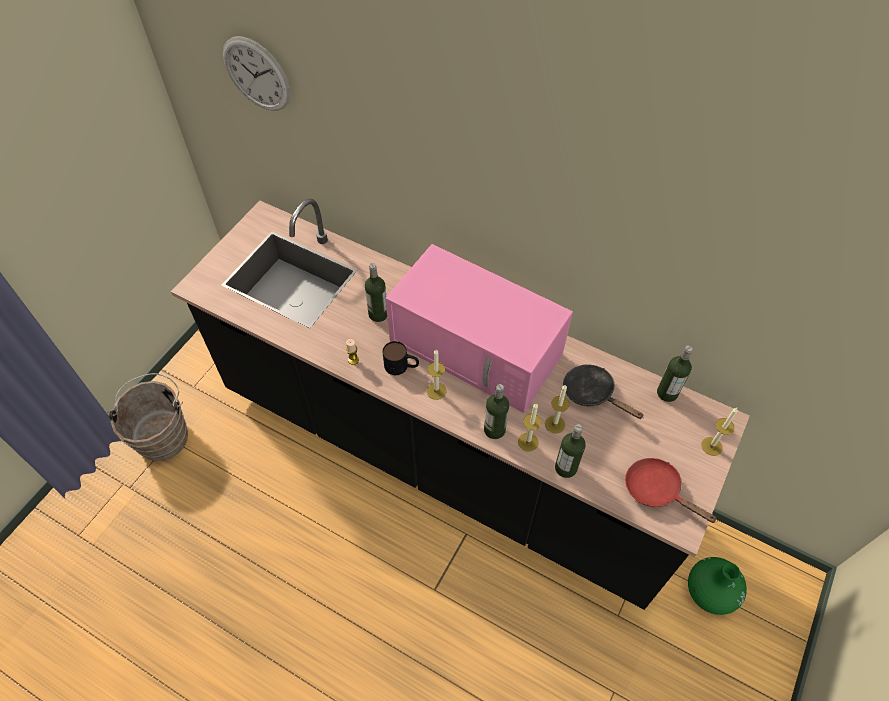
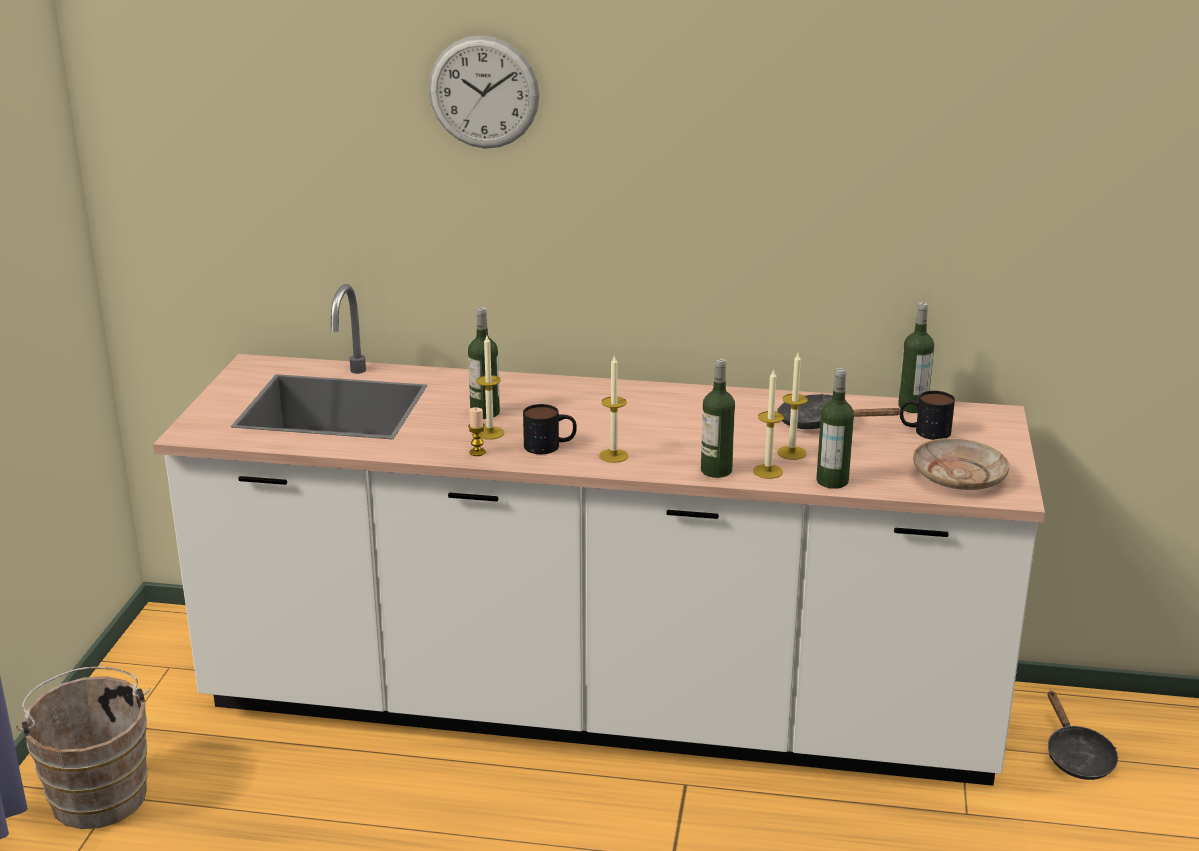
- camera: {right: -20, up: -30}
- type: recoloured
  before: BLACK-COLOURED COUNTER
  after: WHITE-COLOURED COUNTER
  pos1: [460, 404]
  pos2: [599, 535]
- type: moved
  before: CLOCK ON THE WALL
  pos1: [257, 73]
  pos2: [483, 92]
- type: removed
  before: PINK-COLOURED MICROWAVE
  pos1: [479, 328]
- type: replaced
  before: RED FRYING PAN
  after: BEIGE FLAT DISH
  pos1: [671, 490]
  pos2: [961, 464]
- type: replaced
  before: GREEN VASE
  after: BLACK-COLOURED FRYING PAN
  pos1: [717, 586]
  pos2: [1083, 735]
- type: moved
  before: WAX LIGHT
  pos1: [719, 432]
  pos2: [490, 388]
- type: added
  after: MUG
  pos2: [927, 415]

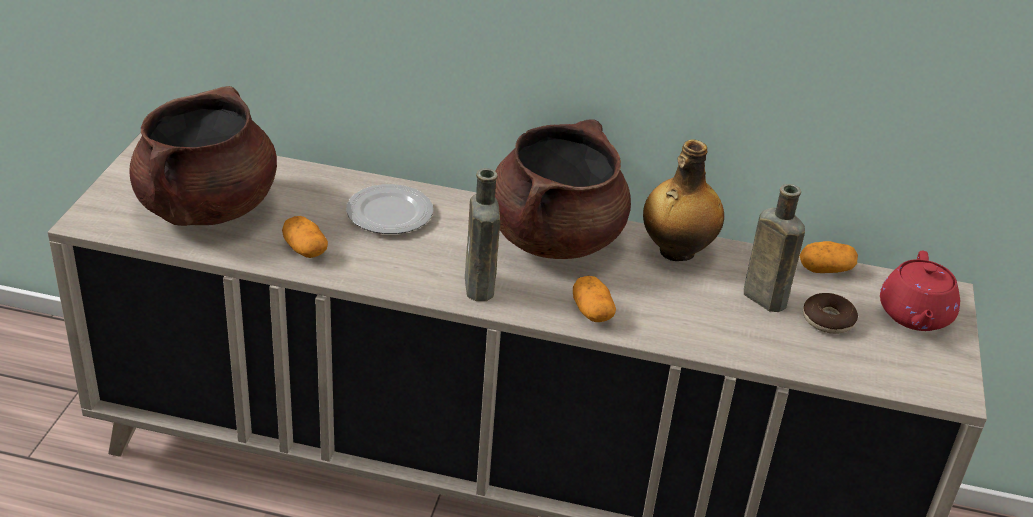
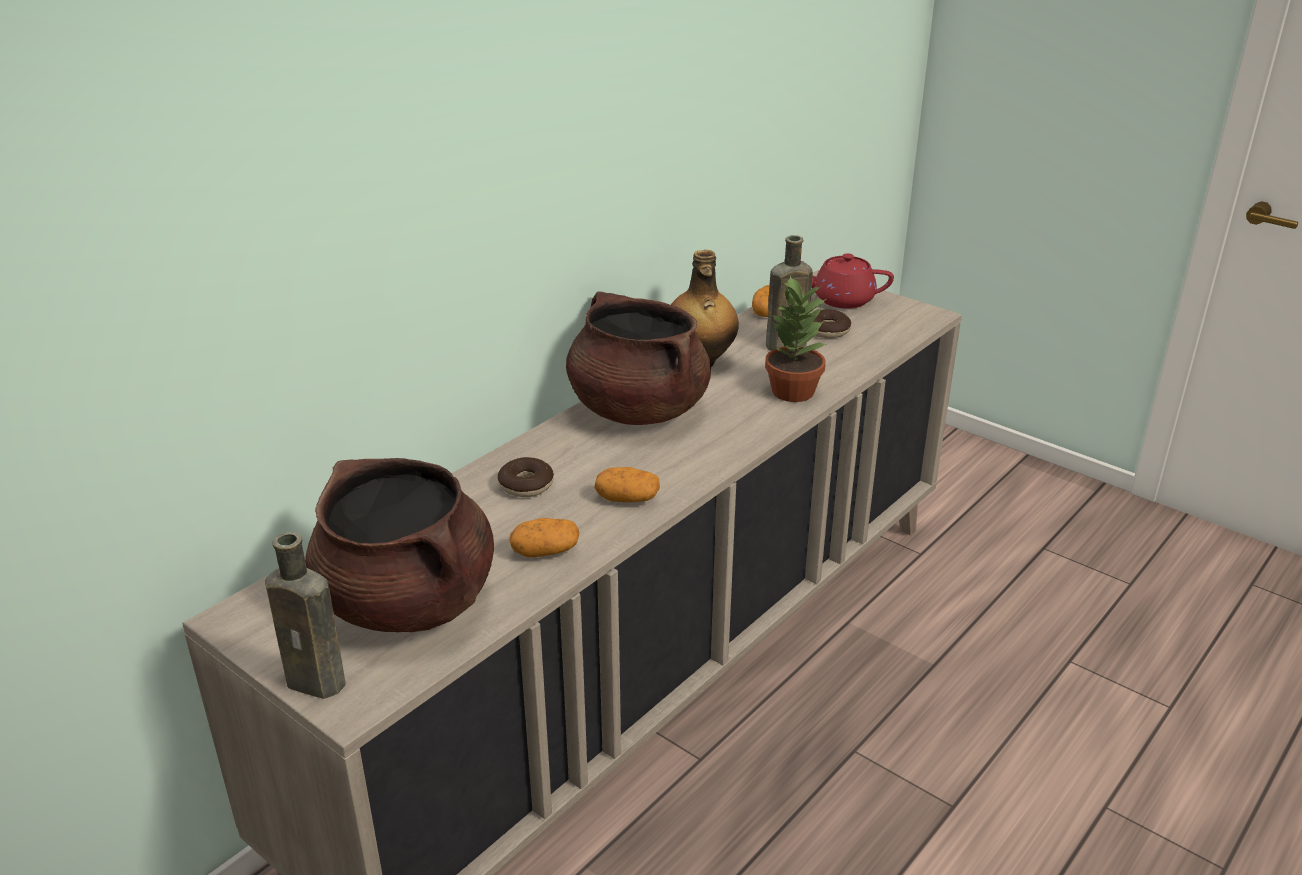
- camera: {right: -60, up: -5}
- type: replaced
  before: FLAT DISH
  after: DOUGHNUT
  pos1: [389, 209]
  pos2: [526, 477]
- type: moved
  before: BROWN BOTTLE
  pos1: [482, 234]
  pos2: [305, 615]
- type: moved
  before: SPUD
  pos1: [594, 299]
  pos2: [627, 484]
- type: turned
  before: RED POT FOR TEA
  pos1: [920, 291]
  pos2: [847, 281]
  turn: 150
- type: added
  after: HOUSEPLANT
  pos2: [796, 339]

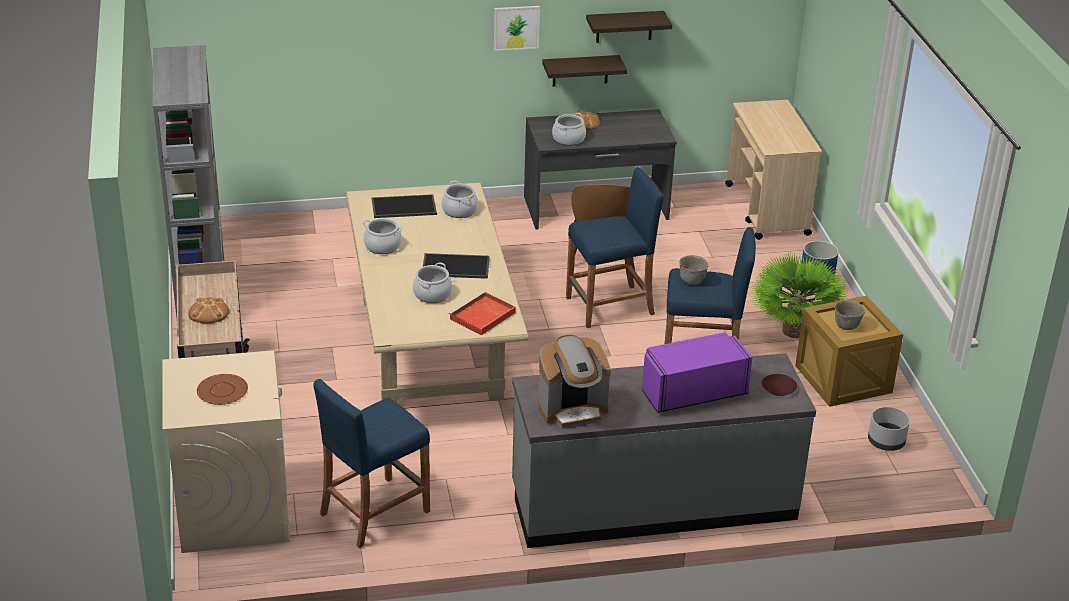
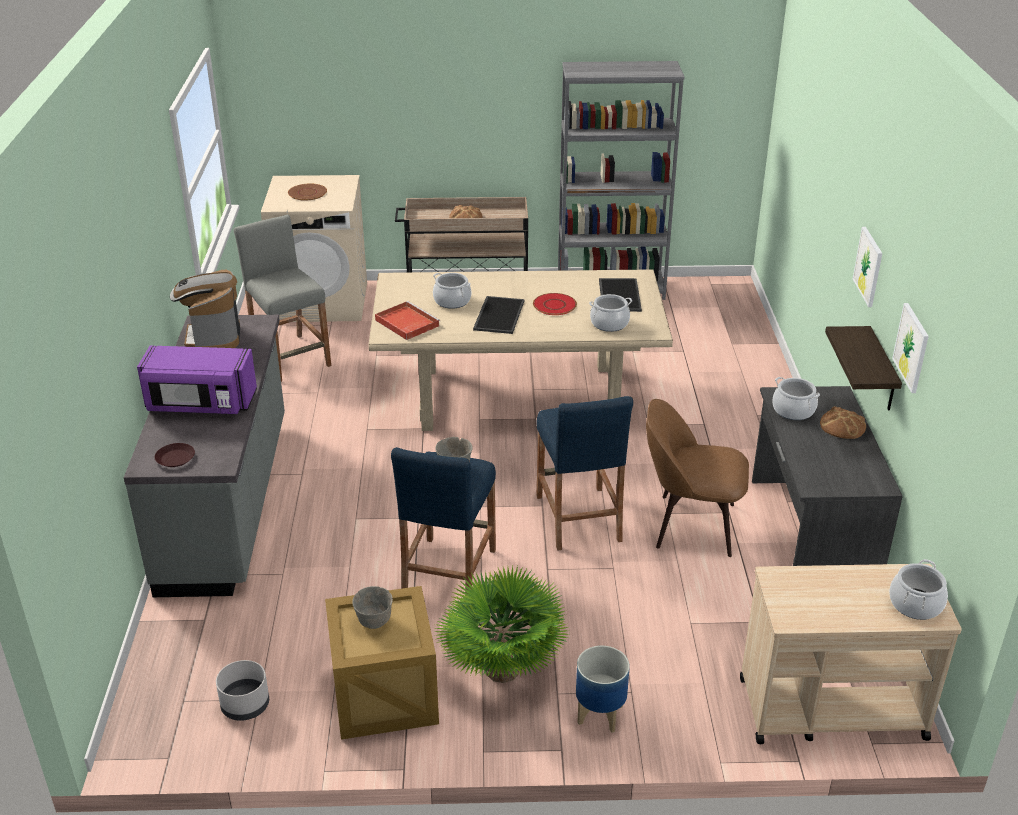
- camera: {right: 100, up: 0}
- type: recoloured
  before: BLUE STOOL
  after: GREYISH STOOL
  pos1: [371, 463]
  pos2: [282, 298]
- type: moved
  before: SAUCEPOT
  pos1: [382, 236]
  pos2: [918, 589]
- type: replaced
  before: SHELF
  after: WALL ART
  pos1: [629, 27]
  pos2: [910, 348]
- type: turned
  before: PURPLISH MICROWAVE
  pos1: [697, 372]
  pos2: [197, 380]
  turn: 105
- type: added
  after: RED FLAT DISH
  pos2: [555, 304]

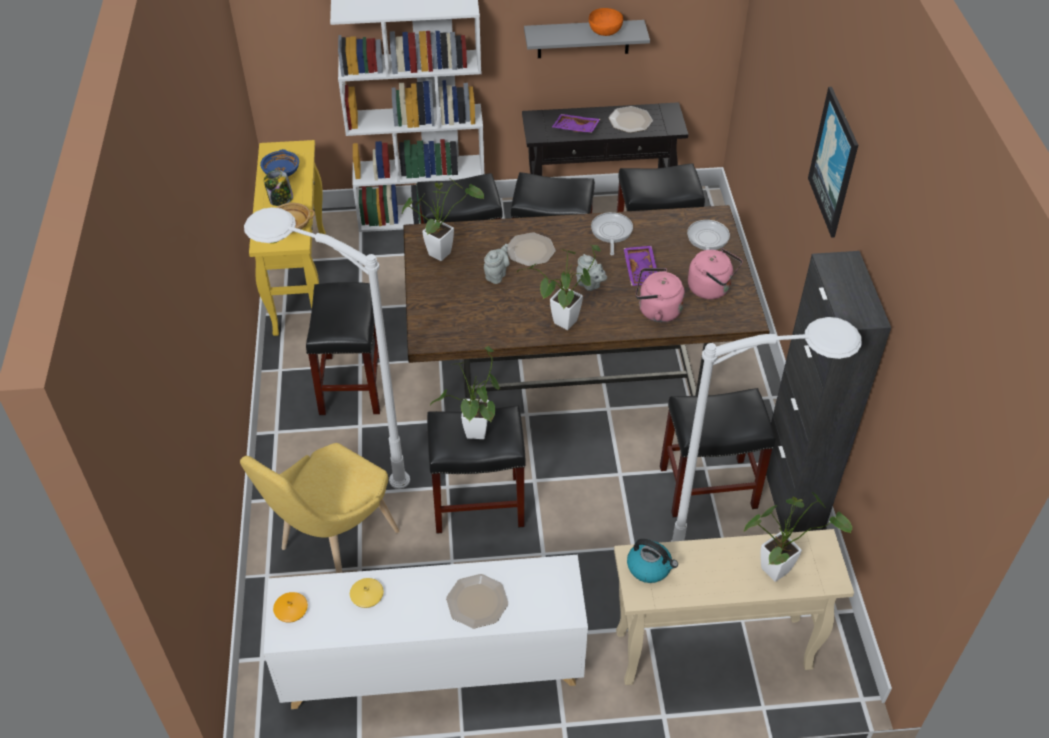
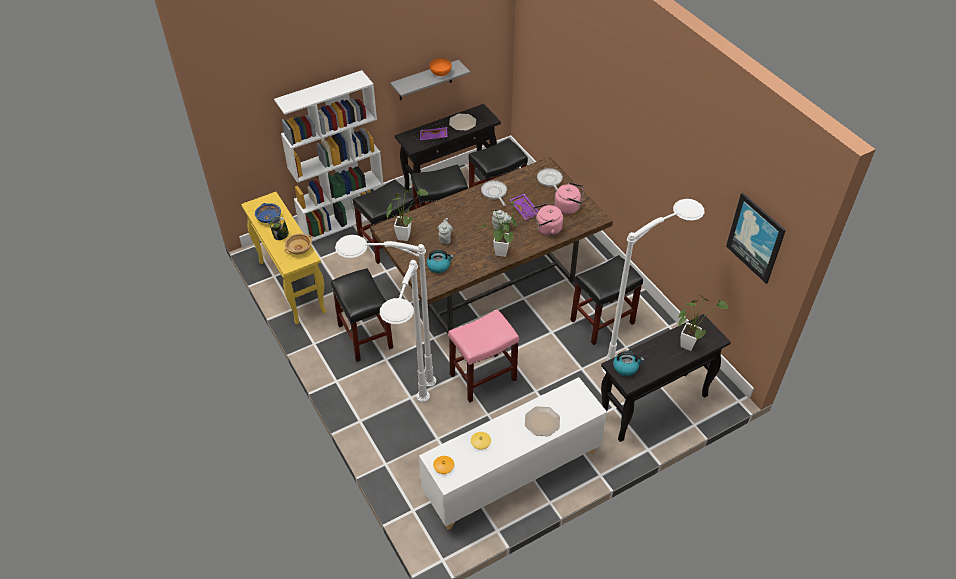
- camera: {right: -25, up: 0}
- type: replaced
  before: YELLOW CHAIR
  after: WHITE-COLOURED STANDARD LAMP
  pos1: [319, 508]
  pos2: [405, 331]
- type: recoloured
  before: BLACK-COLOURED STOOL
  after: PINK-COLOURED STOOL
  pos1: [476, 469]
  pos2: [483, 356]
- type: removed
  before: HOUSEPLANT
  pos1: [465, 392]
- type: removed
  before: FLAT DISH
  pos1: [531, 249]
- type: recoloured
  before: BEIGE NARROW TABLE
  after: BLACK-COLOURED NARROW TABLE
  pos1: [734, 607]
  pos2: [666, 378]
- type: removed
  before: BLACK-COLOURED CUPBOARD
  pos1: [828, 392]
- type: moved
  before: WALL ART
  pos1: [833, 162]
  pos2: [756, 238]
- type: added
  after: KETTLE
  pos2: [440, 261]

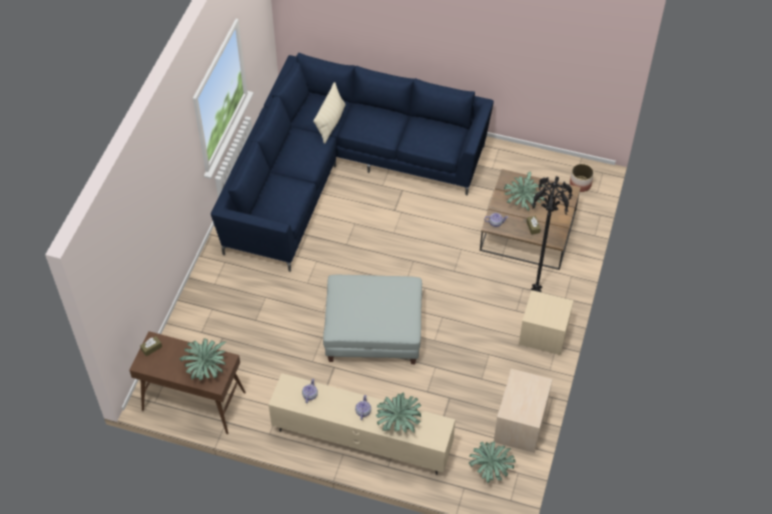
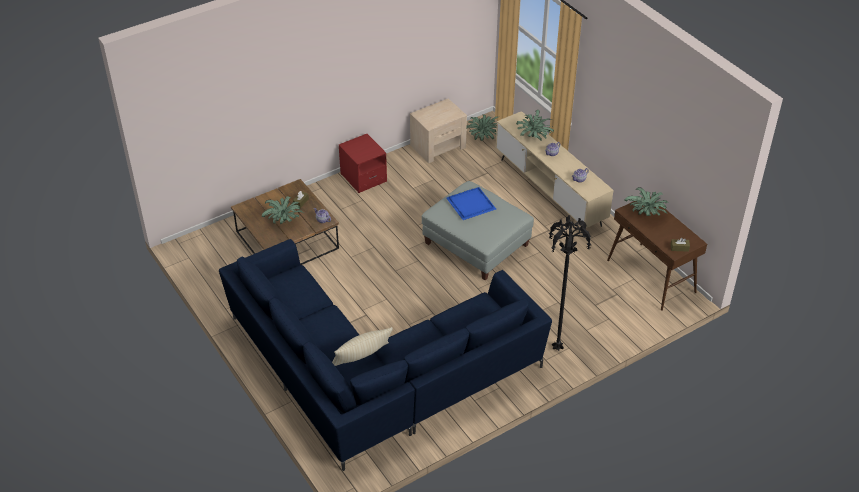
- camera: {right: -140, up: -10}
- type: recoloured
  before: BEIGE NIGHTSTAND
  after: RED NIGHTSTAND
  pos1: [546, 322]
  pos2: [363, 163]
- type: moved
  before: BLACK-COLOURED STANDARD LAMP
  pos1: [552, 234]
  pos2: [570, 283]
- type: removed
  before: PLANTER
  pos1: [582, 178]
- type: added
  after: BLUE SERVING TRAY
  pos2: [471, 203]

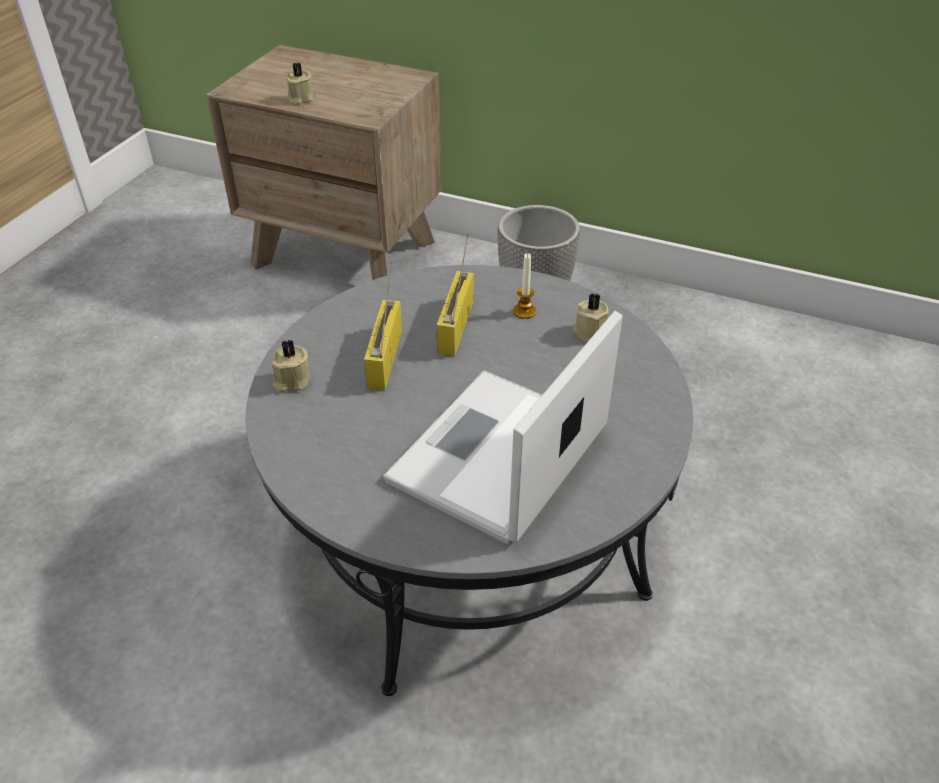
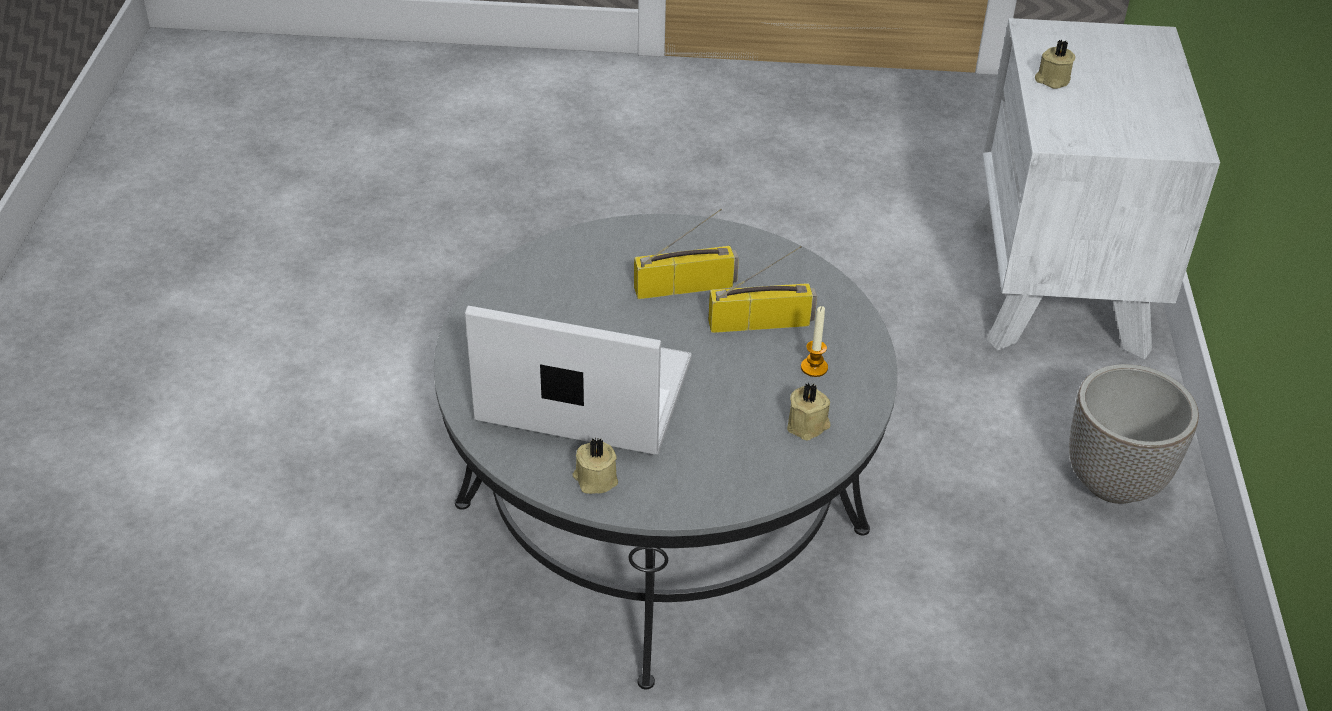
- camera: {right: 70, up: 0}
- type: recoloured
  before: BROWN NIGHTSTAND
  after: WHITE-COLOURED NIGHTSTAND
  pos1: [324, 162]
  pos2: [1096, 188]
- type: moved
  before: BEIGE WAX LIGHT
  pos1: [291, 365]
  pos2: [595, 466]

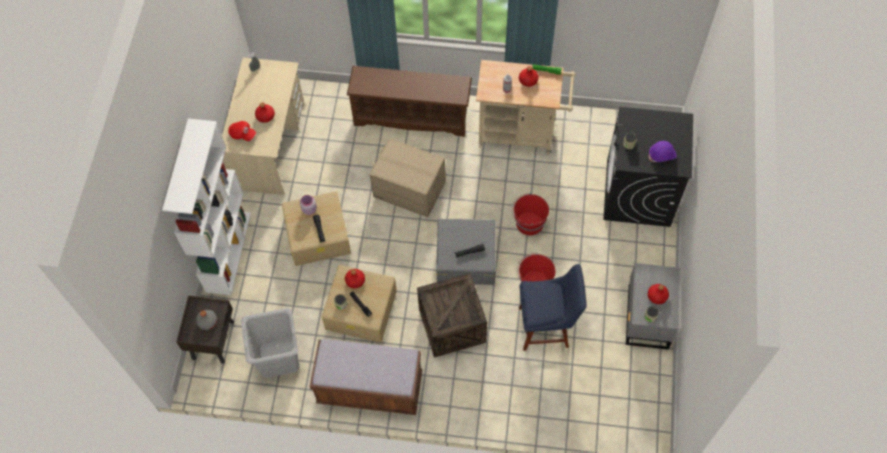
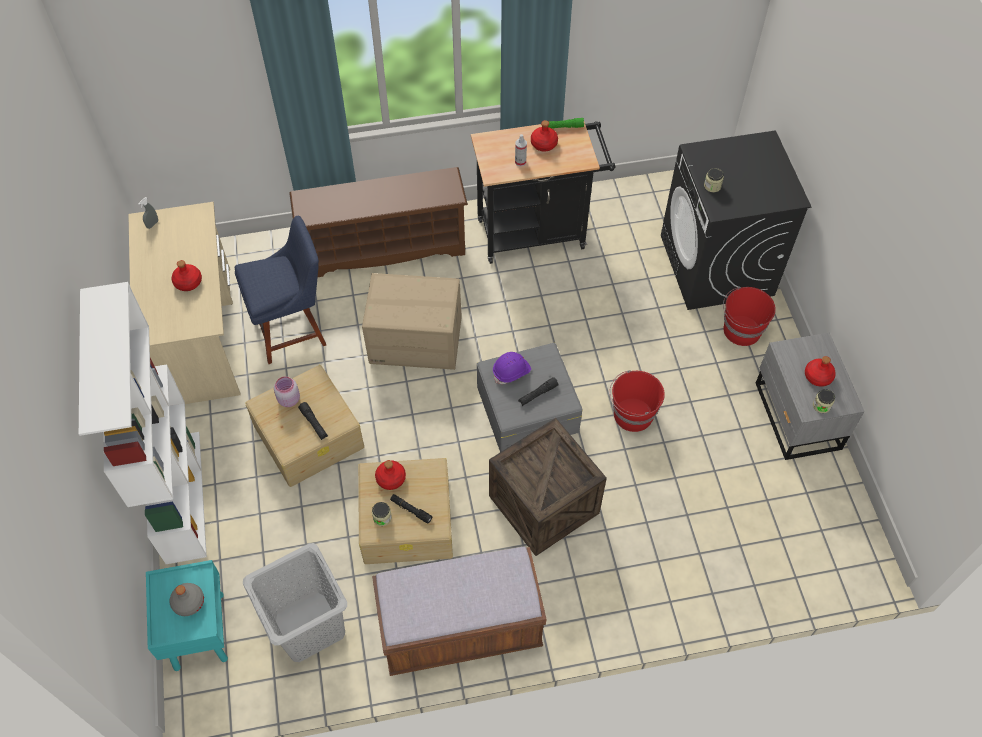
- camera: {right: -20, up: -5}
- type: recoloured
  before: BROWN NIGHTSTAND
  after: TURQUOISE-COLOURED NIGHTSTAND
  pos1: [205, 330]
  pos2: [187, 615]
- type: removed
  before: RED BASEBALL CAP
  pos1: [242, 131]
- type: recoloured
  before: BEIGE CART
  after: BLACK-COLOURED CART
  pos1: [526, 107]
  pos2: [543, 192]
- type: moved
  before: RED PAIL
  pos1: [530, 214]
  pos2: [749, 316]
- type: moved
  before: BLUE CHAIR
  pos1: [552, 307]
  pos2: [280, 290]
- type: moved
  before: PURPLISH SAFETY HELMET
  pos1: [662, 151]
  pos2: [512, 368]

